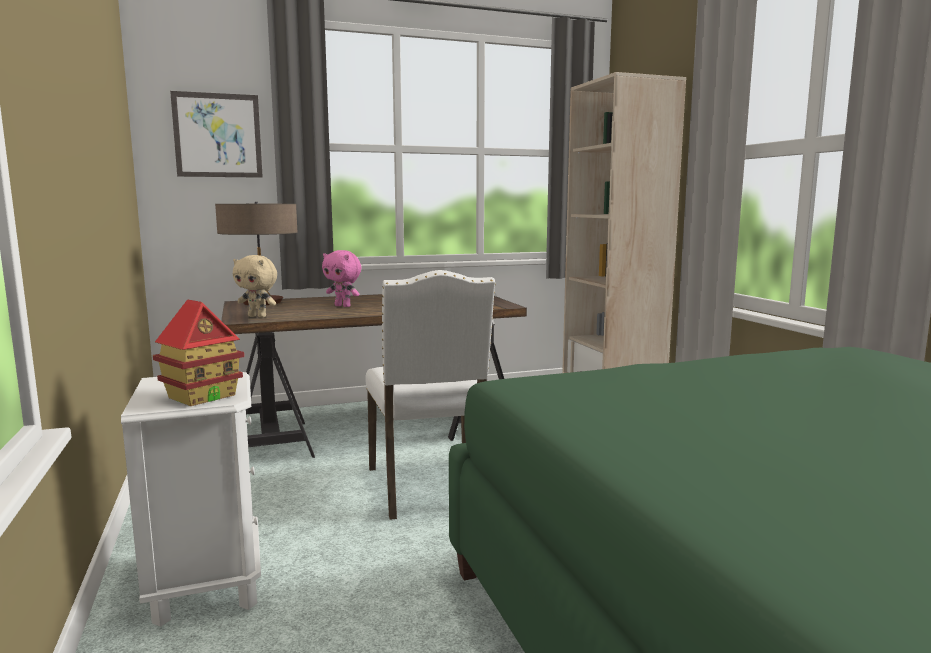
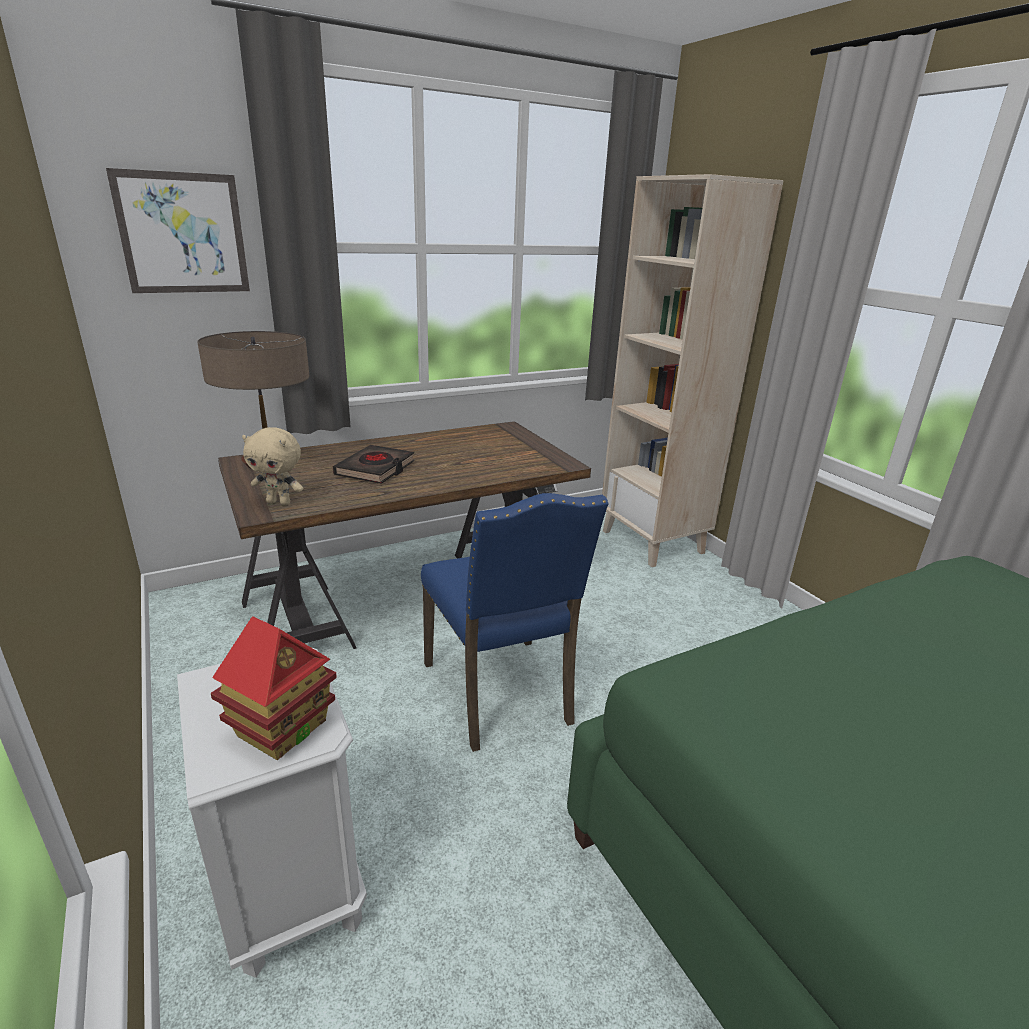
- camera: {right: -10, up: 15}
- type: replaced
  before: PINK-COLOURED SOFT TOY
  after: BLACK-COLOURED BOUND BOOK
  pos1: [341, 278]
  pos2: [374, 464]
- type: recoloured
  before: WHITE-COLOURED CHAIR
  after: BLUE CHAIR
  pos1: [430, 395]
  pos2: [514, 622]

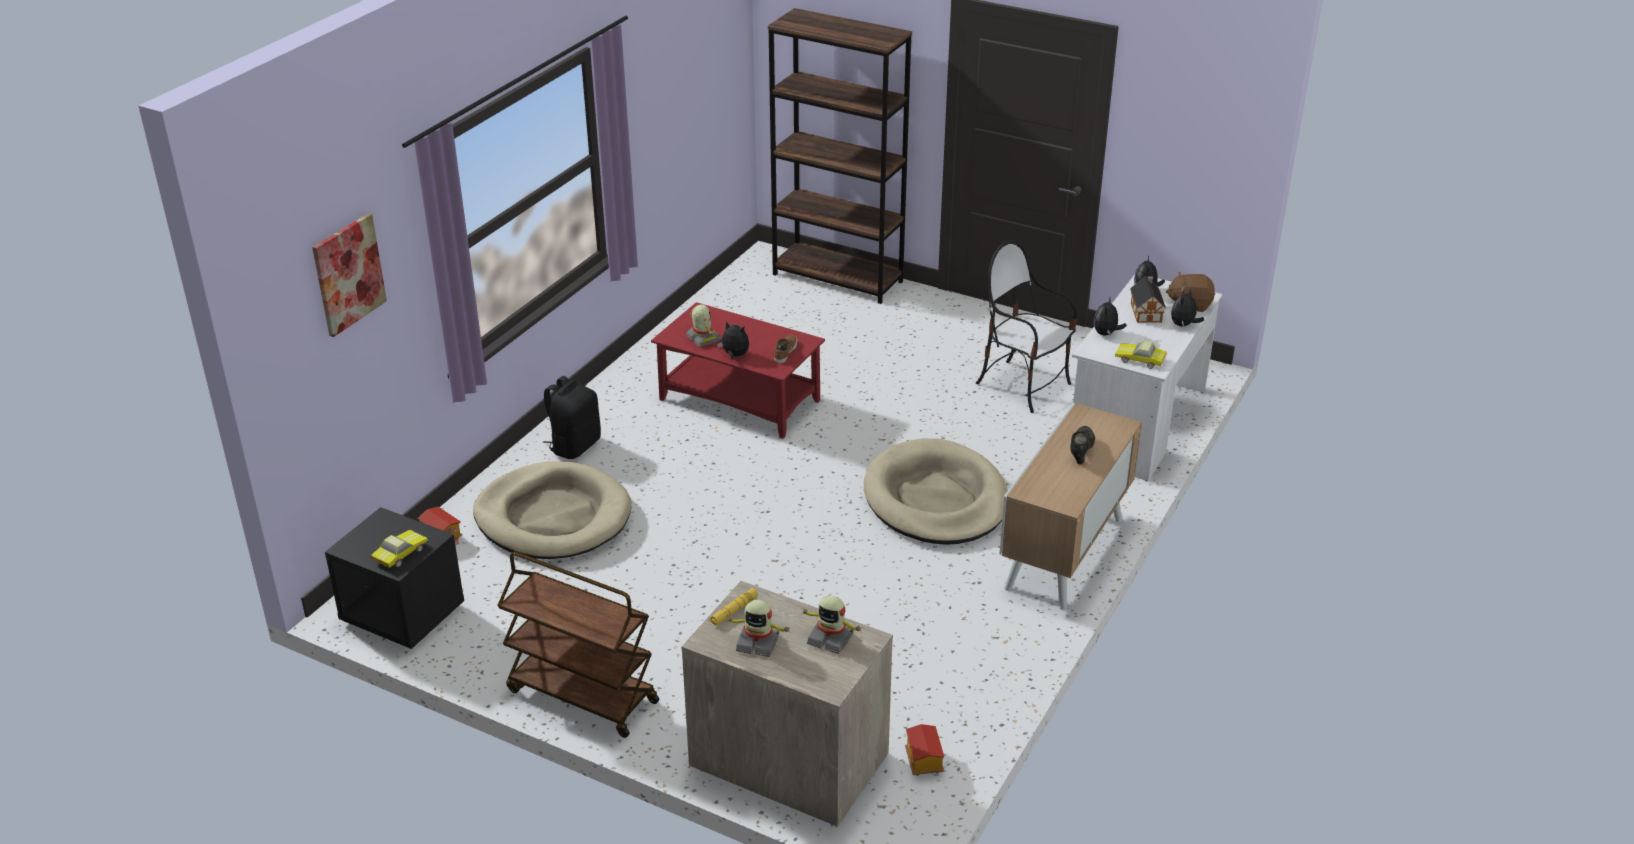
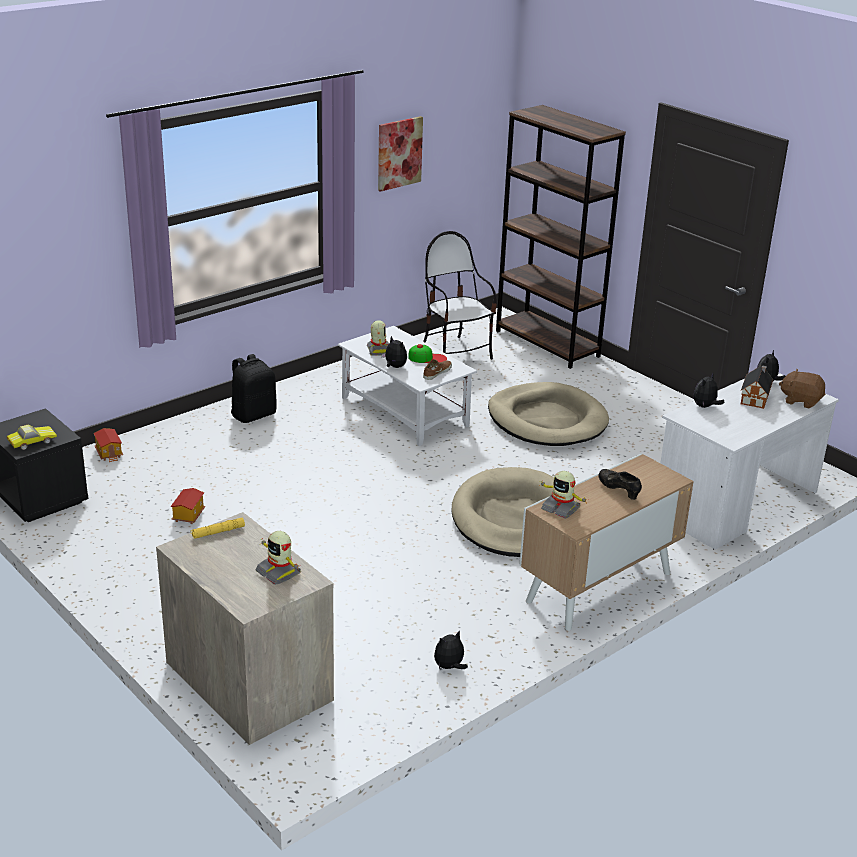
- camera: {right: 20, up: -5}
- type: moved
  before: WALL ART
  pos1: [349, 275]
  pos2: [400, 154]
- type: moved
  before: BEIGE DOG CUSHION
  pos1: [552, 510]
  pos2: [548, 414]
- type: removed
  before: BROWN CART
  pos1: [578, 644]
- type: recoloured
  before: RED LOW TABLE
  after: WHITE-COLOURED LOW TABLE
  pos1: [738, 370]
  pos2: [407, 386]
- type: moved
  before: MODEL ROBOT
  pos1: [758, 628]
  pos2: [563, 495]
- type: moved
  before: TOY HOUSE
  pos1: [924, 750]
  pos2: [188, 506]
- type: moved
  before: CHAIR
  pos1: [1026, 326]
  pos2: [460, 295]
- type: turned
  before: BLACK-COLOURED SHOE
  pos1: [1082, 445]
  pos2: [620, 484]
  turn: -75
- type: removed
  before: TOY CAR
  pos1: [1141, 355]
- type: moved
  before: SOFT TOY
  pos1: [1187, 308]
  pos2: [451, 650]
- type: added
  after: BASEBALL CAP
  pos2: [427, 353]

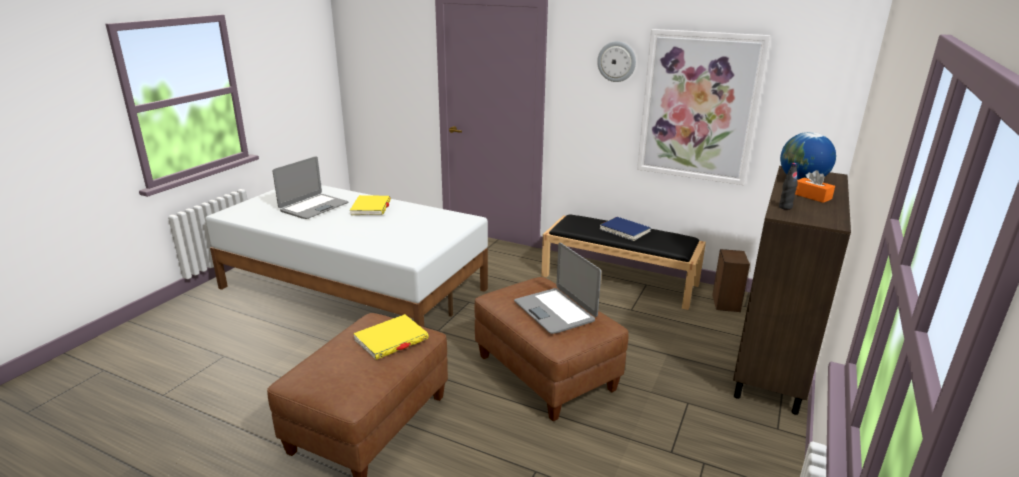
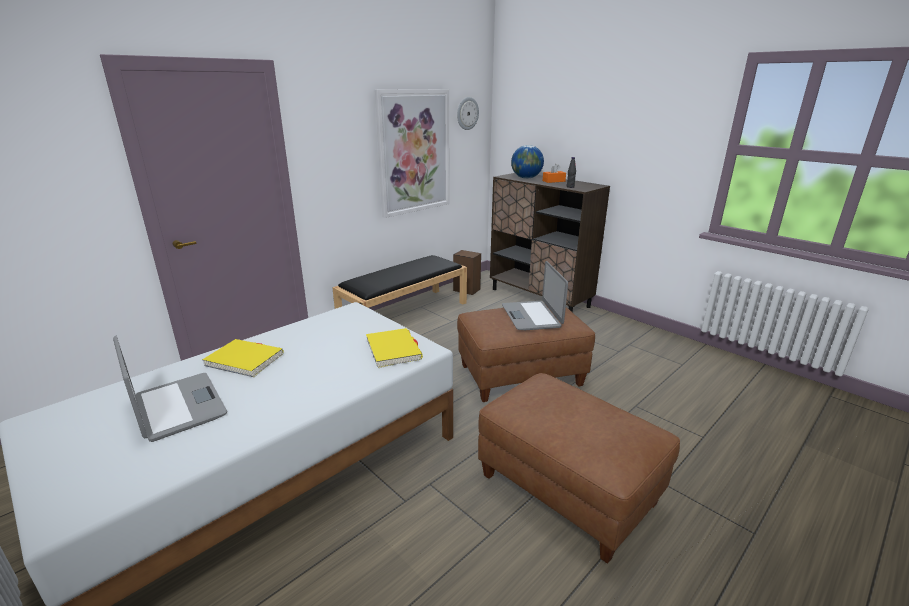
- camera: {right: -70, up: 0}
- type: moved
  before: YELLOW BOUND BOOK
  pos1: [391, 337]
  pos2: [394, 348]
- type: turned
  before: LAPTOP
  pos1: [557, 288]
  pos2: [535, 295]
  turn: 90
- type: moved
  before: CLOCK ON THE WALL
  pos1: [616, 61]
  pos2: [468, 113]
- type: removed
  before: BLUE BOUND BOOK
  pos1: [625, 229]

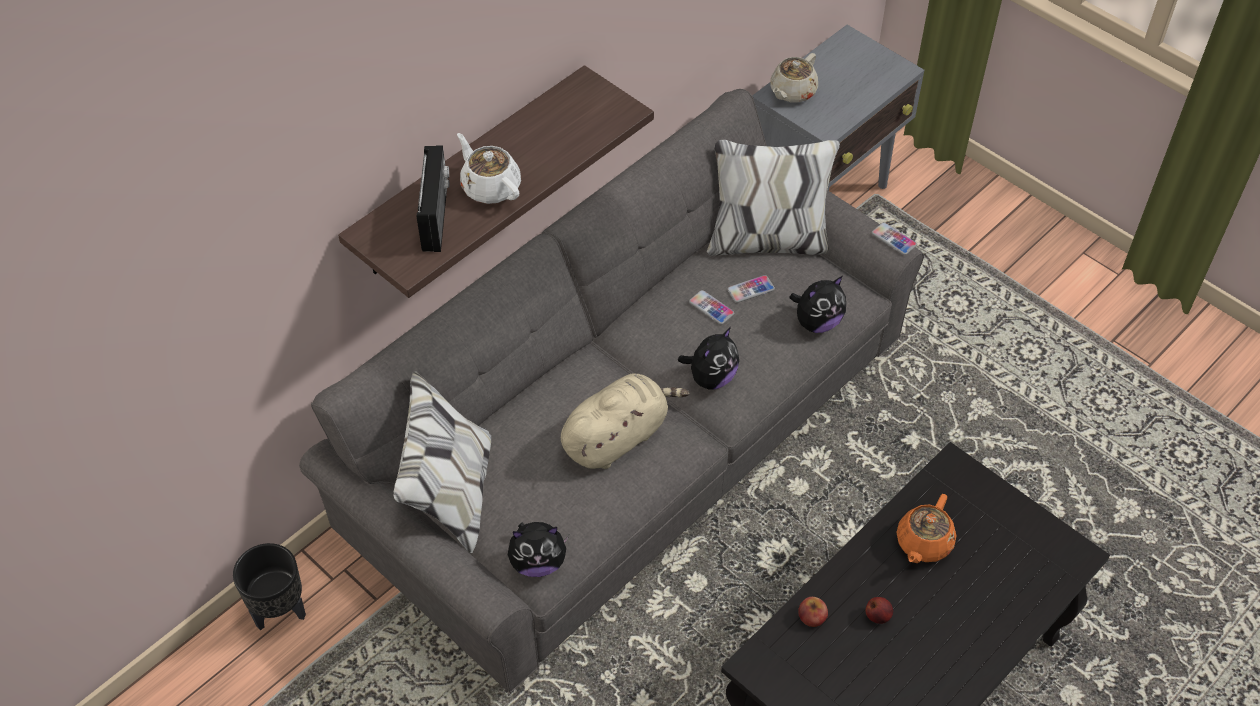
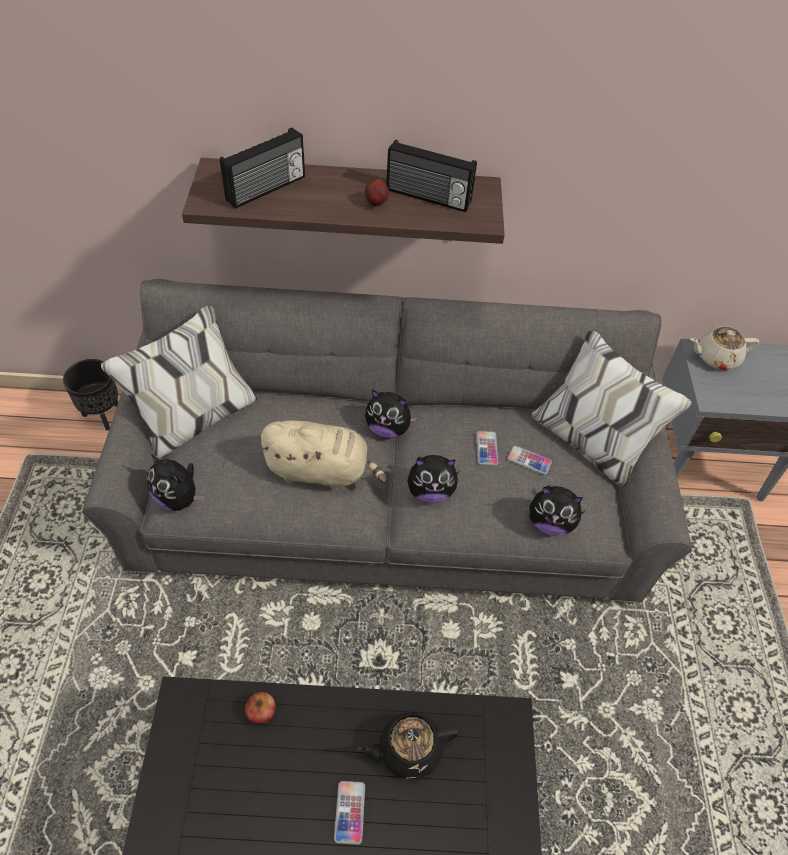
- camera: {right: 45, up: 0}
- type: removed
  before: WHITE-COLOURED POT FOR TEA
  pos1: [489, 168]
- type: moved
  before: APPLE
  pos1: [879, 610]
  pos2: [377, 192]
- type: moved
  before: HANDSET
  pos1: [894, 238]
  pos2: [349, 813]
- type: recoloured
  before: ORANGE-COLOURED POT FOR TEA
  after: BLACK-COLOURED POT FOR TEA
  pos1: [926, 528]
  pos2: [408, 745]
- type: added
  after: SOFT TOY
  pos2: [391, 414]
- type: added
  after: RADIO RECEIVER
  pos2: [431, 176]

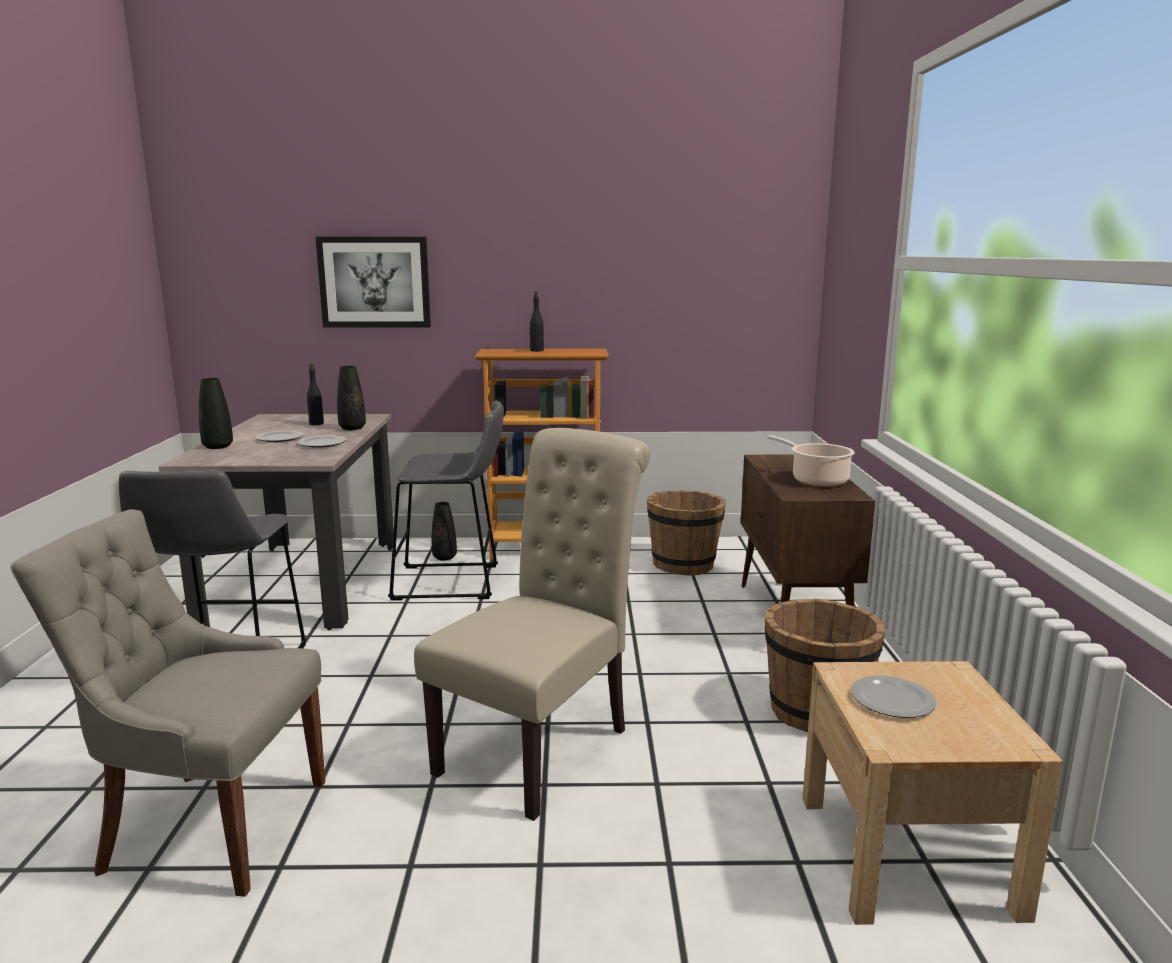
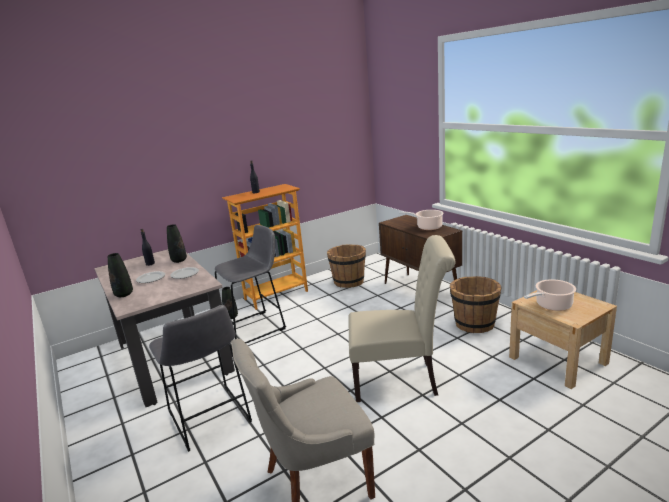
- camera: {right: -30, up: 5}
- type: removed
  before: WALL ART
  pos1: [373, 282]
- type: turned
  before: BEIGE CHAIR
  pos1: [532, 624]
  pos2: [402, 318]
  turn: 90
- type: replaced
  before: FLAT DISH
  after: SAUCEPOT
  pos1: [894, 696]
  pos2: [550, 295]

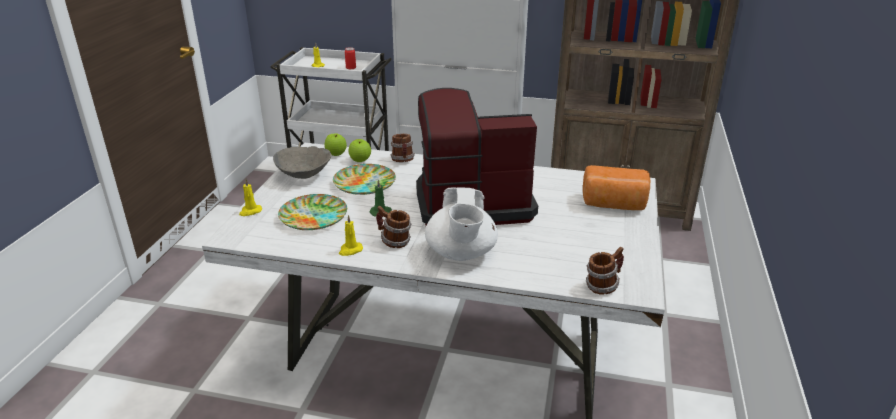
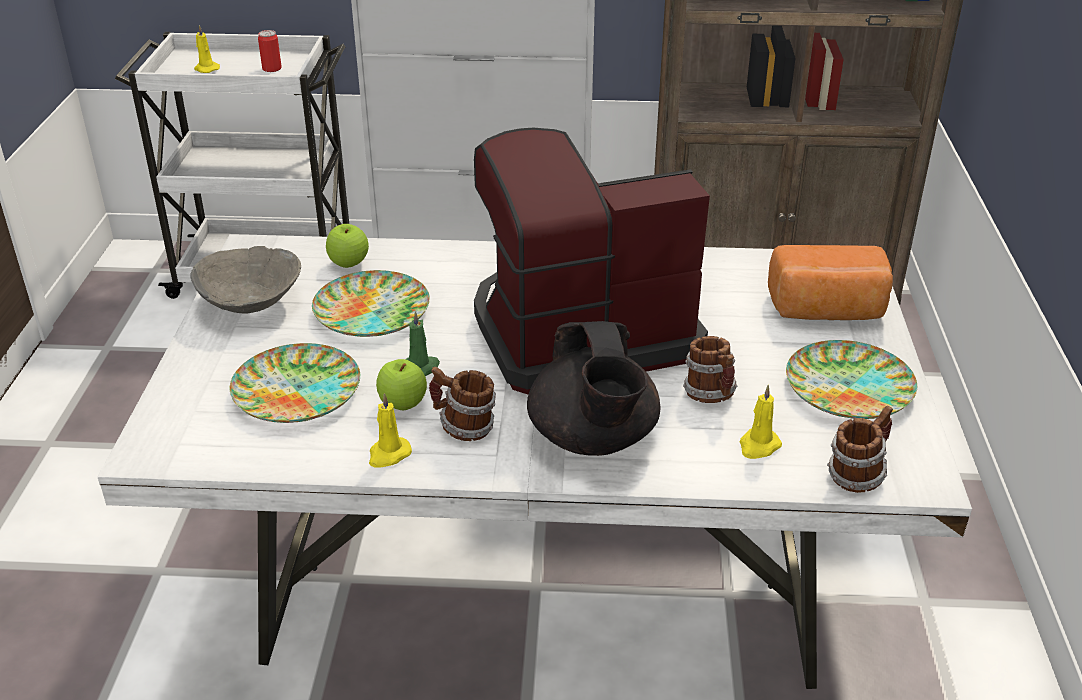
- camera: {right: -10, up: 5}
- type: moved
  before: YELLOW WAX LIGHT
  pos1: [250, 197]
  pos2: [760, 422]
- type: moved
  before: APPLE
  pos1: [336, 144]
  pos2: [401, 384]
- type: moved
  before: MUG
  pos1: [403, 148]
  pos2: [710, 369]
- type: recoloured
  before: WHITE-COLOURED POT FOR TEA
  after: BLACK-COLOURED POT FOR TEA
  pos1: [461, 224]
  pos2: [594, 388]
- type: added
  after: FLAT DISH
  pos2: [851, 379]

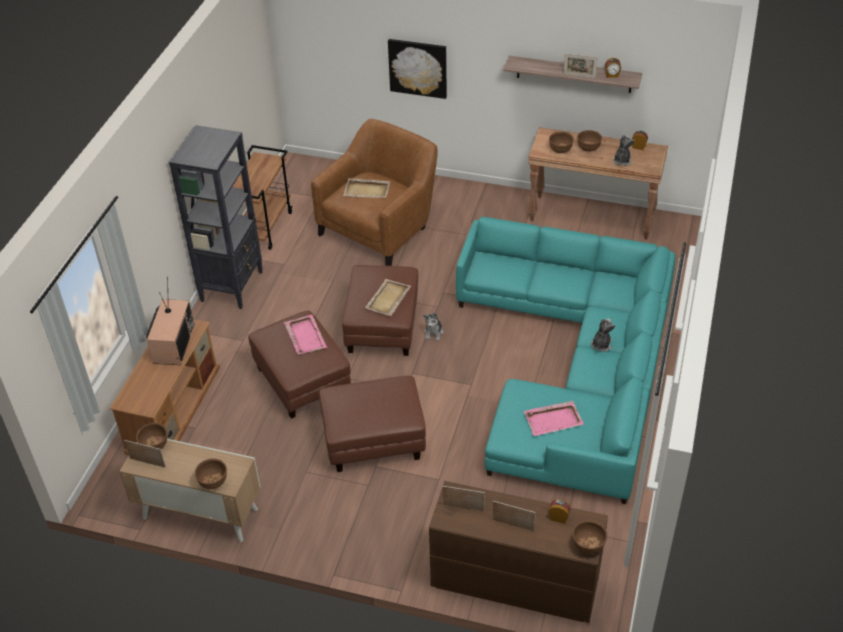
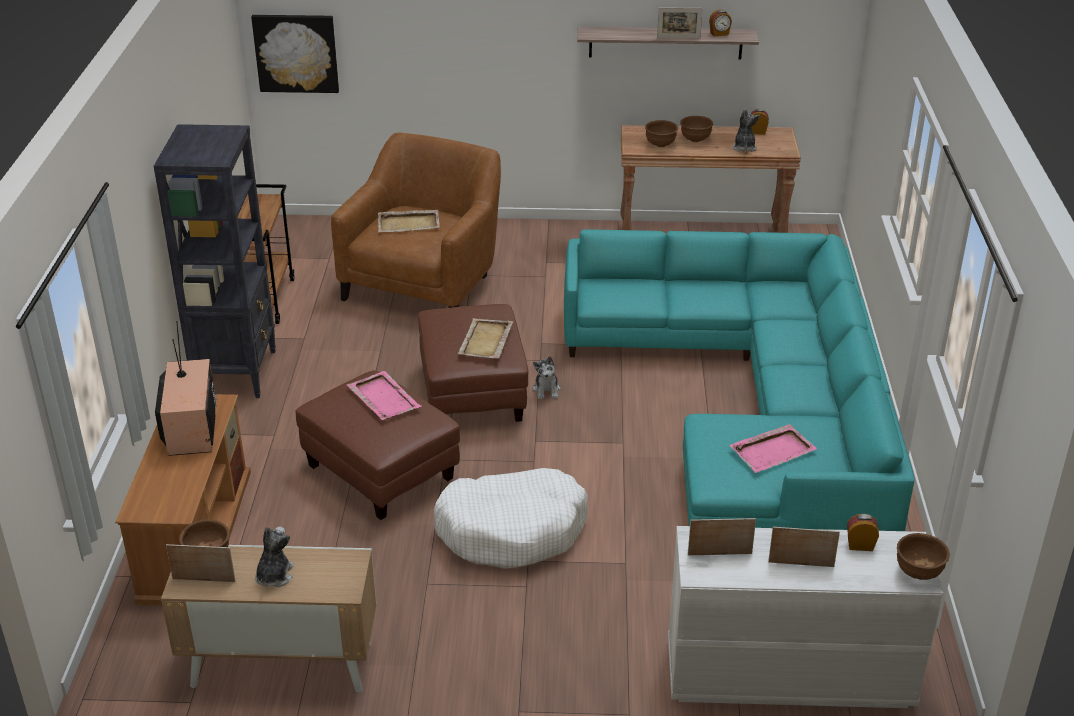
- camera: {right: -15, up: -10}
- type: removed
  before: BROWN DEEP DISH
  pos1: [211, 473]
- type: replaced
  before: BROWN FOOTREST
  after: WHITE-COLOURED DOG CUSHION
  pos1: [372, 424]
  pos2: [511, 518]
- type: moved
  before: WALL ART
  pos1: [417, 69]
  pos2: [295, 54]
- type: recoloured
  before: BROWN DRESSER
  after: WHITE-COLOURED DRESSER
  pos1: [518, 552]
  pos2: [806, 617]
- type: moved
  before: SOFT TOY
  pos1: [603, 335]
  pos2: [274, 557]

